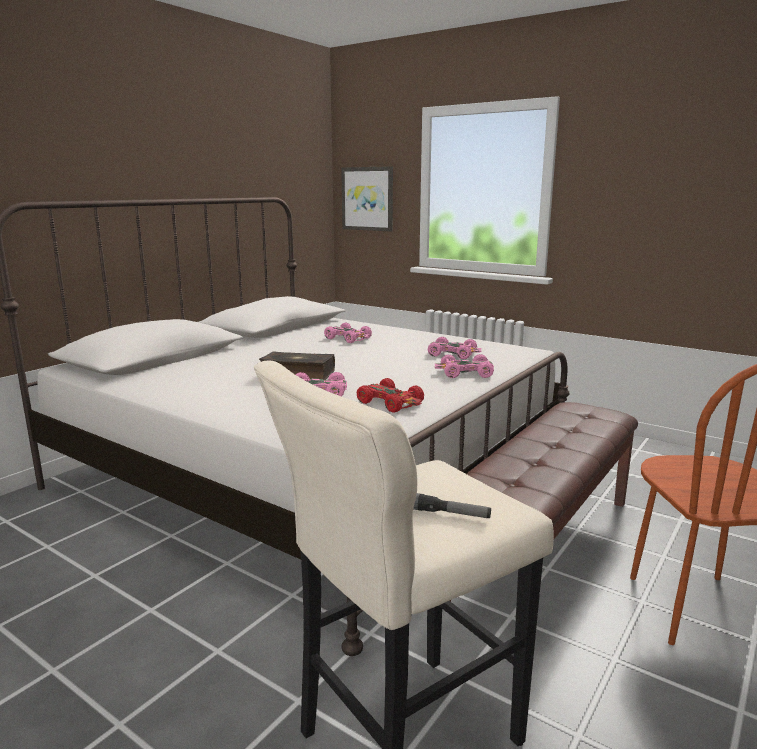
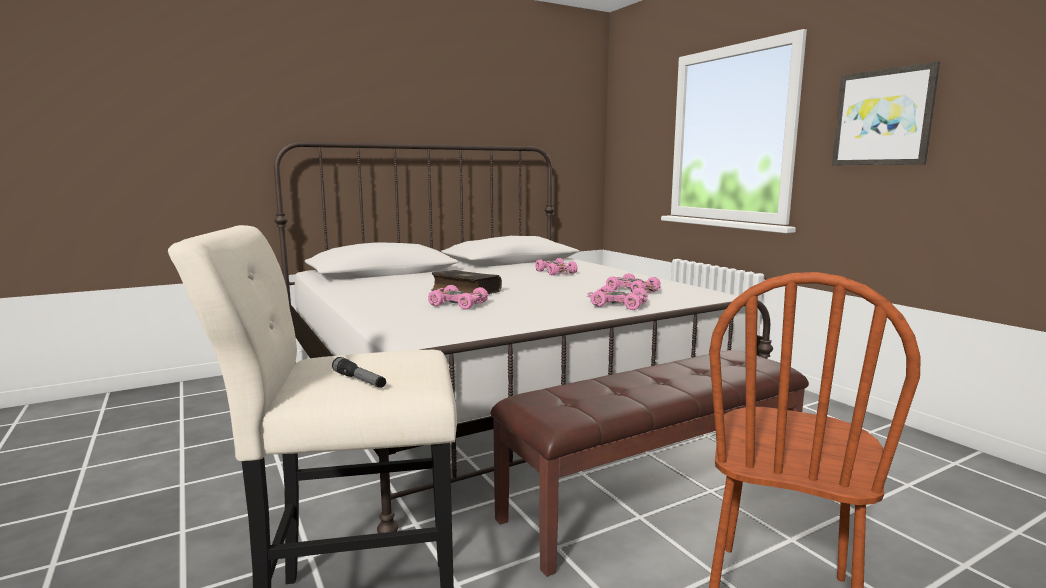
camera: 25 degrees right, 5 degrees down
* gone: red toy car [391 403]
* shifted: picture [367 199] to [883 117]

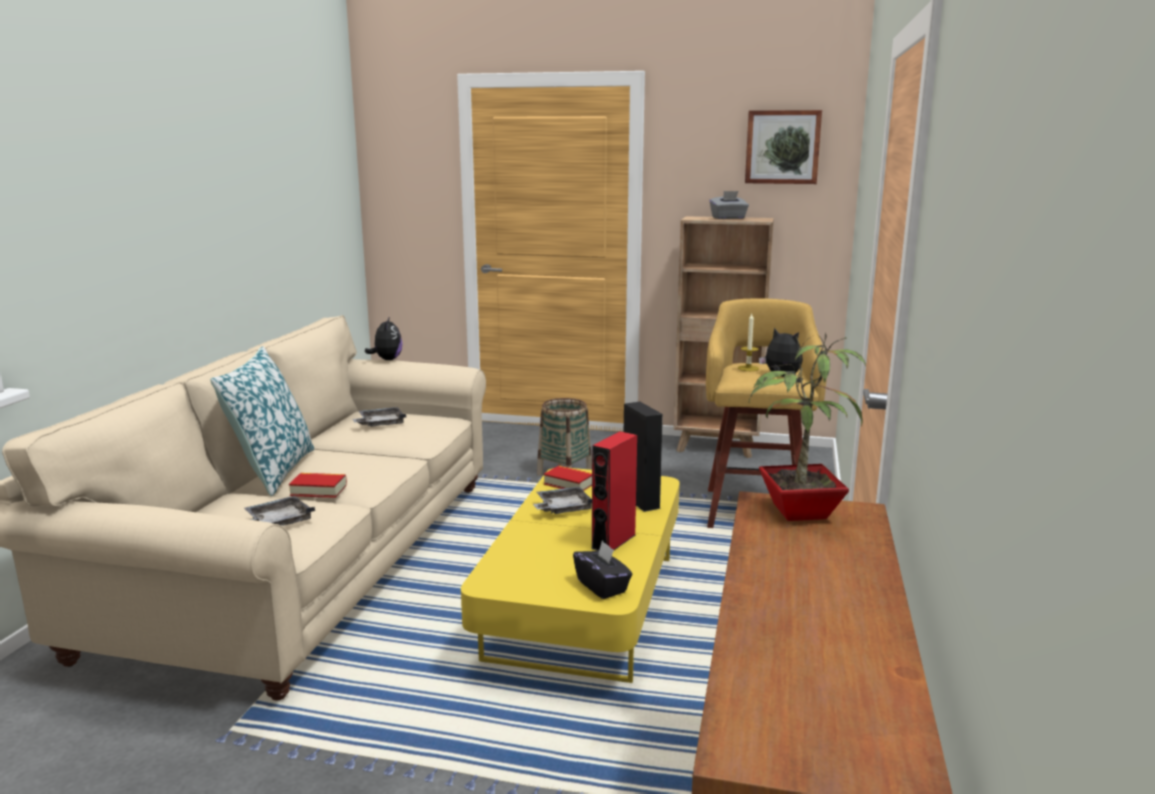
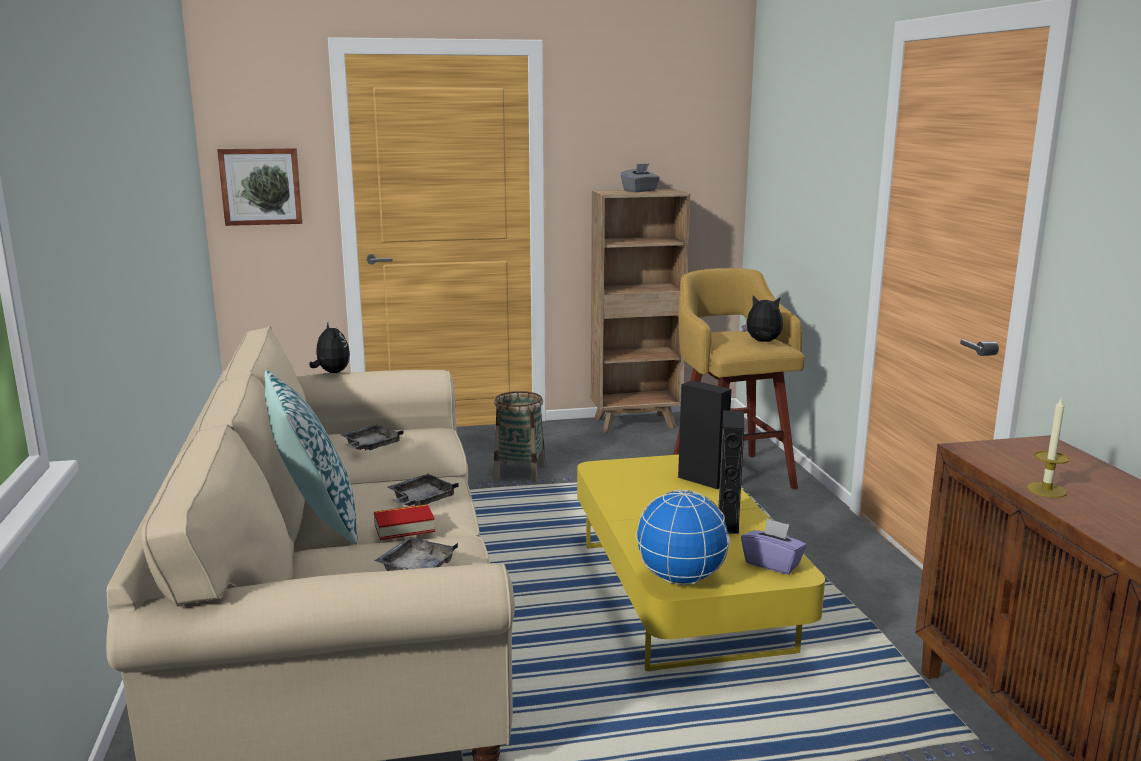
camera: 25 degrees left, 0 degrees up
* gone: book [569 484]
* gone: potted plant [795 512]
* new: globe [680 579]
* shifted: grey tray [563 508] to [421 500]
* shifted: candle [748 368] to [1046 490]
* shifted: picture [782 147] to [261 186]
* repainted: black tissue box [602 586] to purple tissue box [772 564]
* repainted: red speaker [613 541] to black speaker [728 521]

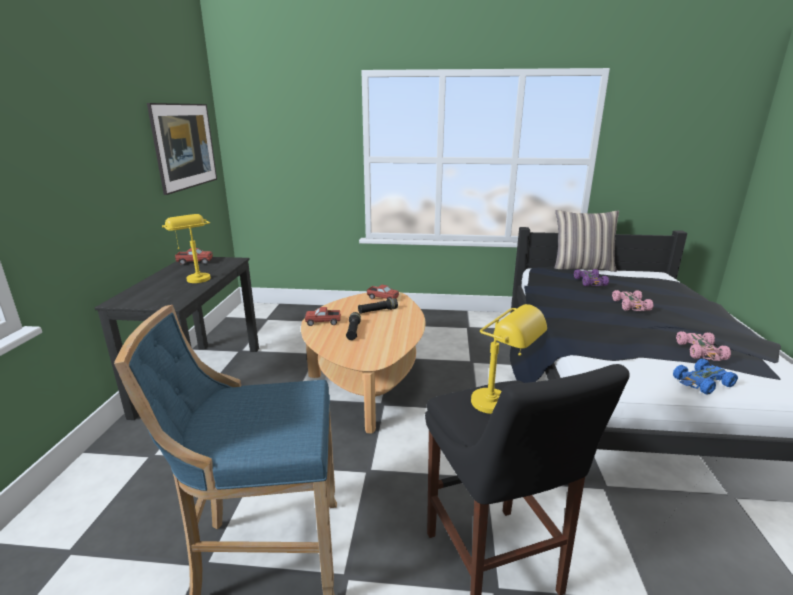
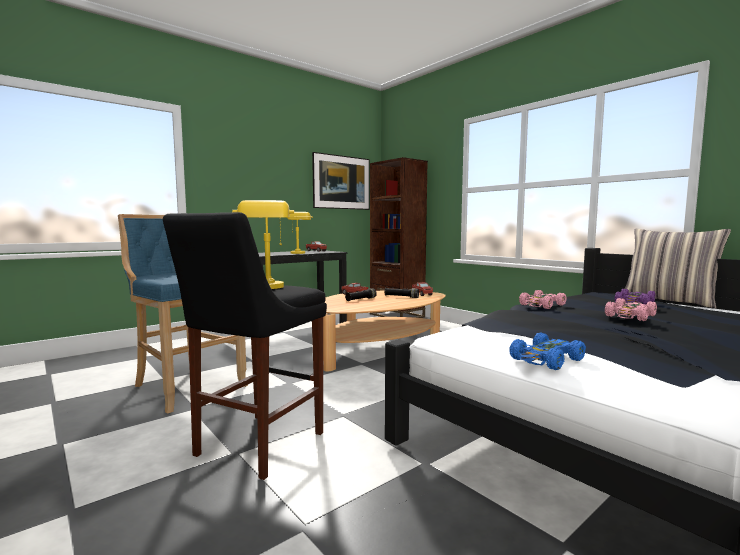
camera: 45 degrees right, 15 degrees down
* new: brown bookcase [396 315]
* shifted: pink toy car [701 351] to [542 305]
* rotated: blue toy car [702 382] = [546 360] 60 degrees counterclockwise

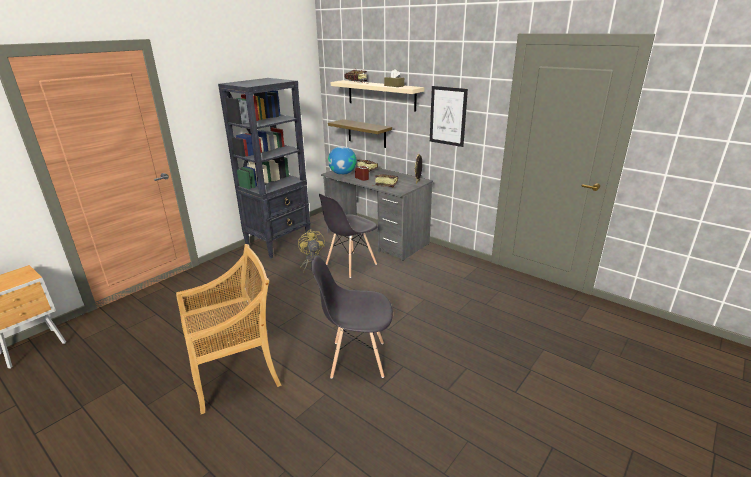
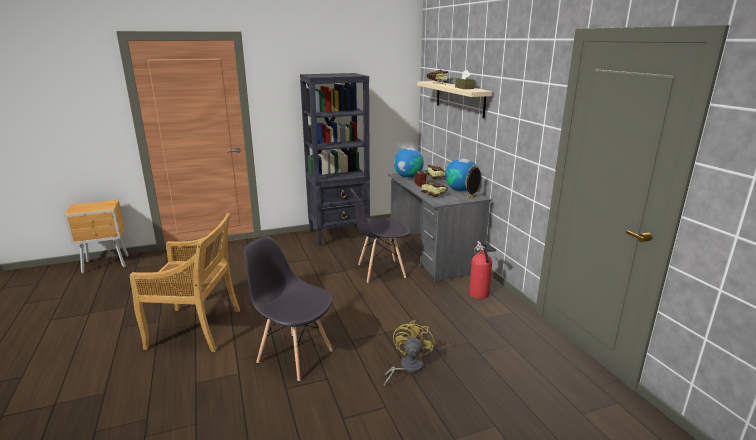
camera: 30 degrees right, 5 degrees down
* gone: shelf [366 133]
* gone: picture [448 116]
* new: globe [461 190]
* new: fire extinguisher [479 295]
* shifted: yellow fan [311 261] to [407 368]

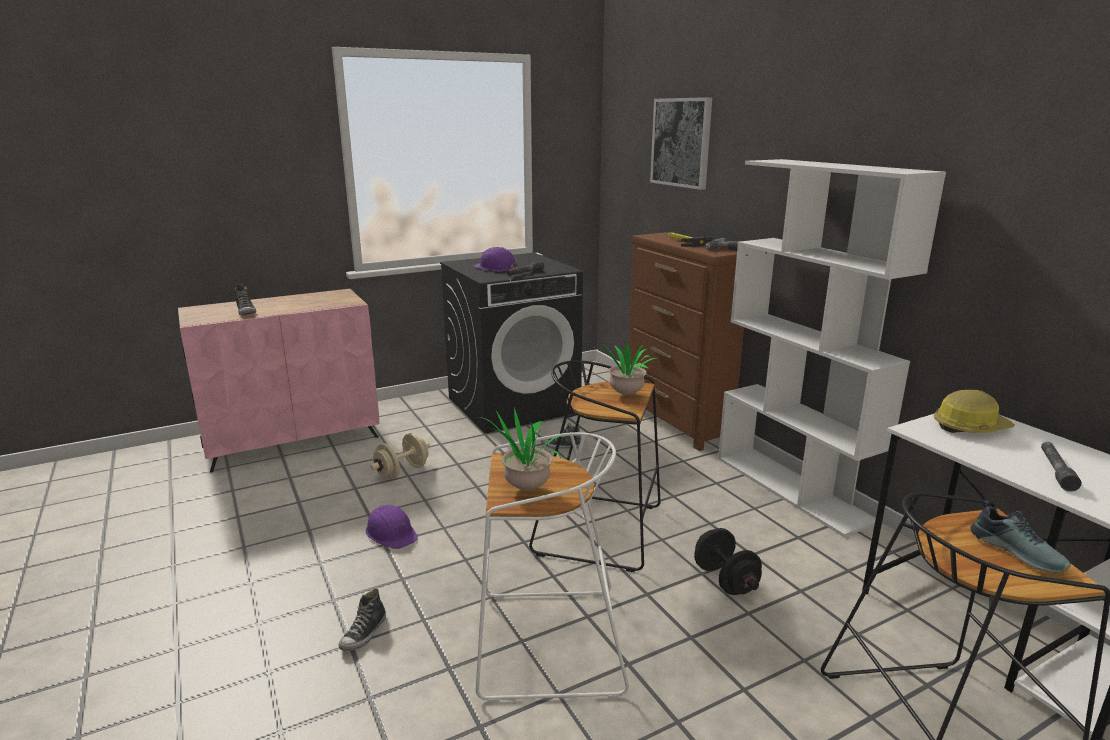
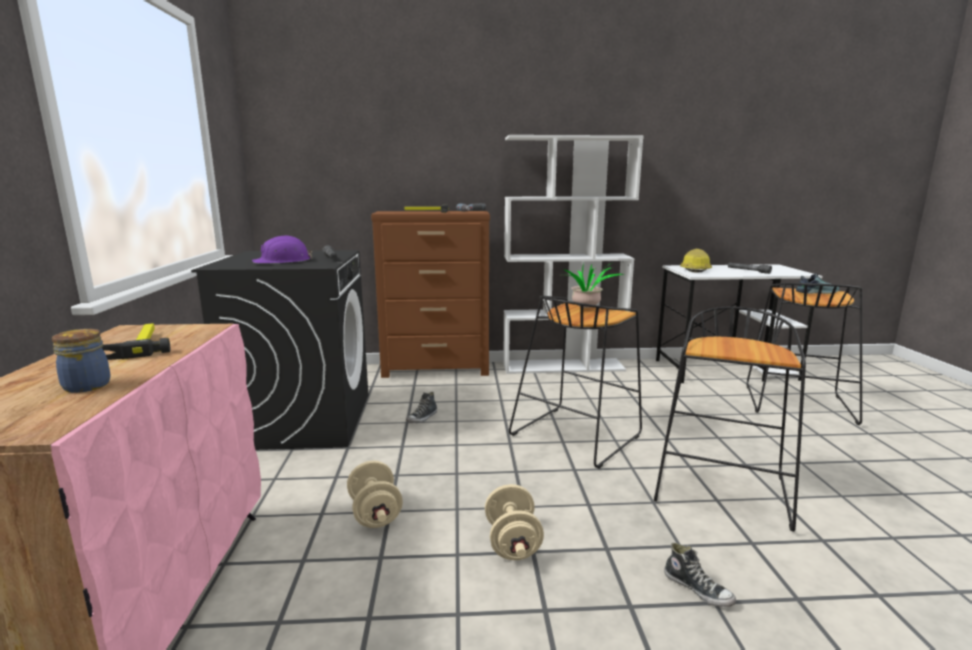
camera: 65 degrees left, 5 degrees down
* gone: potted plant [523 488]
* gone: picture [681 142]
* gone: black dumbbell [725 580]
* new: hammer [140 345]
* swapped: shoe [246 312] to jar [88 385]
* swapped: purple hard hat [391 533] to beige dumbbell [512 543]
* repainted: white stool [546 644] to black stool [722 490]

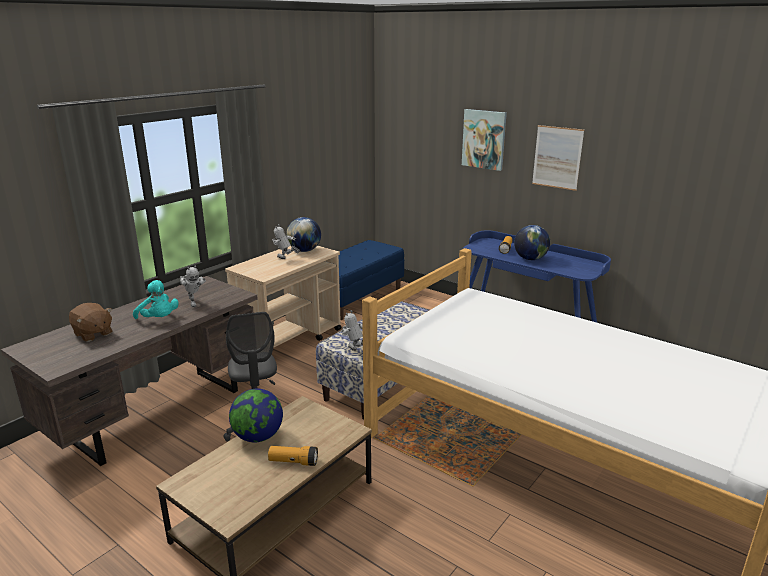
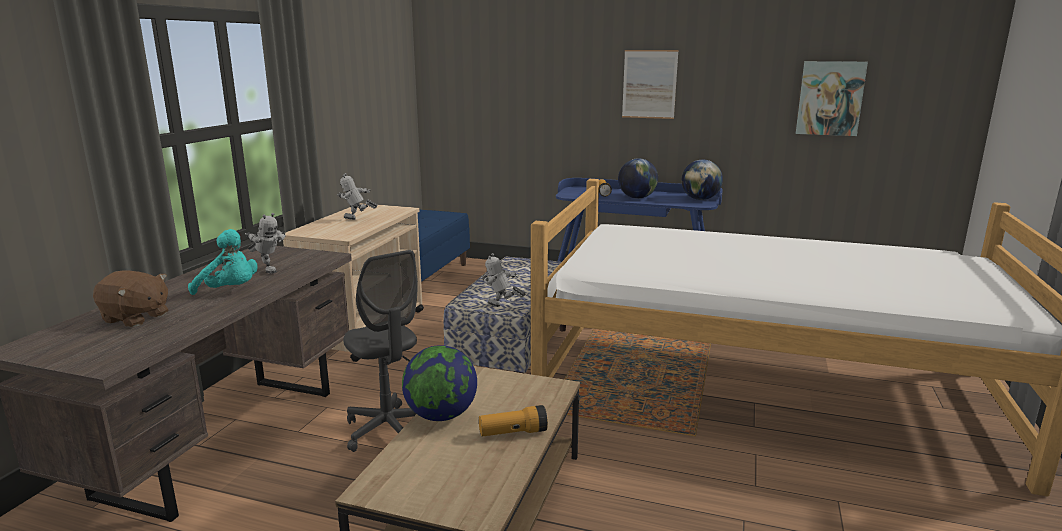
camera: 20 degrees left, 5 degrees down
* shifted: globe [304 250] to [700 199]
* shifted: picture [484 139] to [830 98]

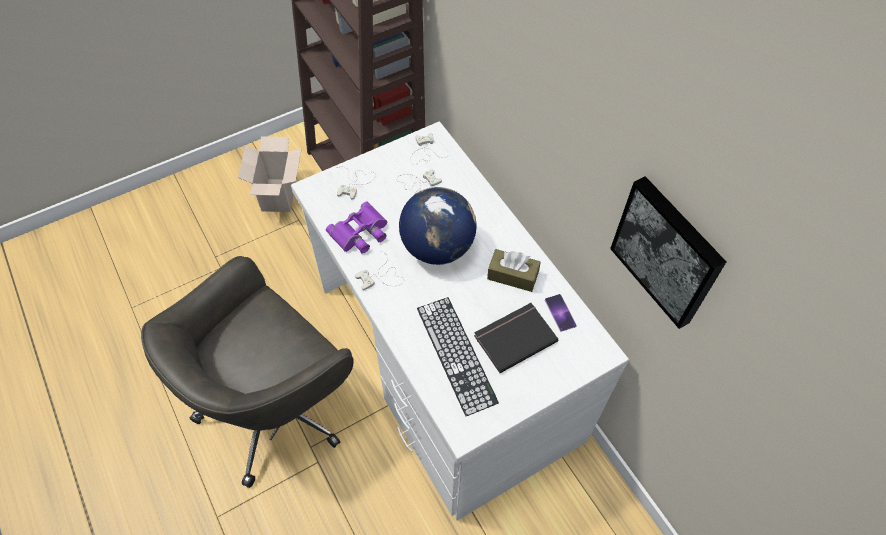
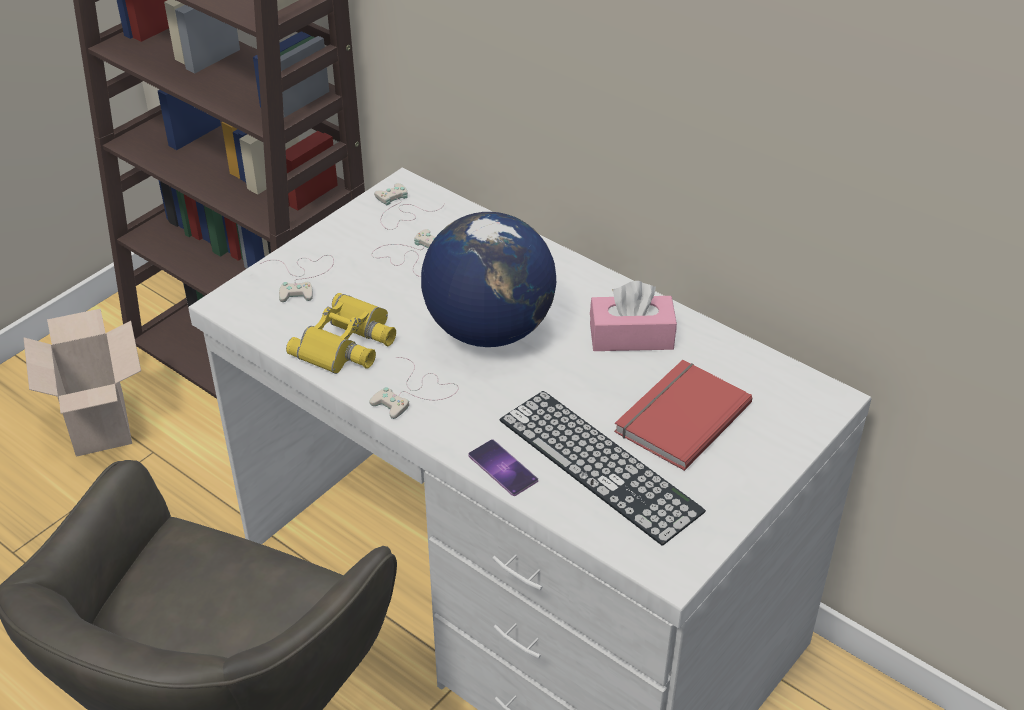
camera: 20 degrees left, 15 degrees down
* gone: picture [668 251]
* shifted: phone [560 312] to [502 468]
* repainted: purple binoculars [360 233] to yellow binoculars [348 343]
* repainted: black book [513 337] to red book [679 416]
* repainted: brown tissue box [512 275] to pink tissue box [631 336]

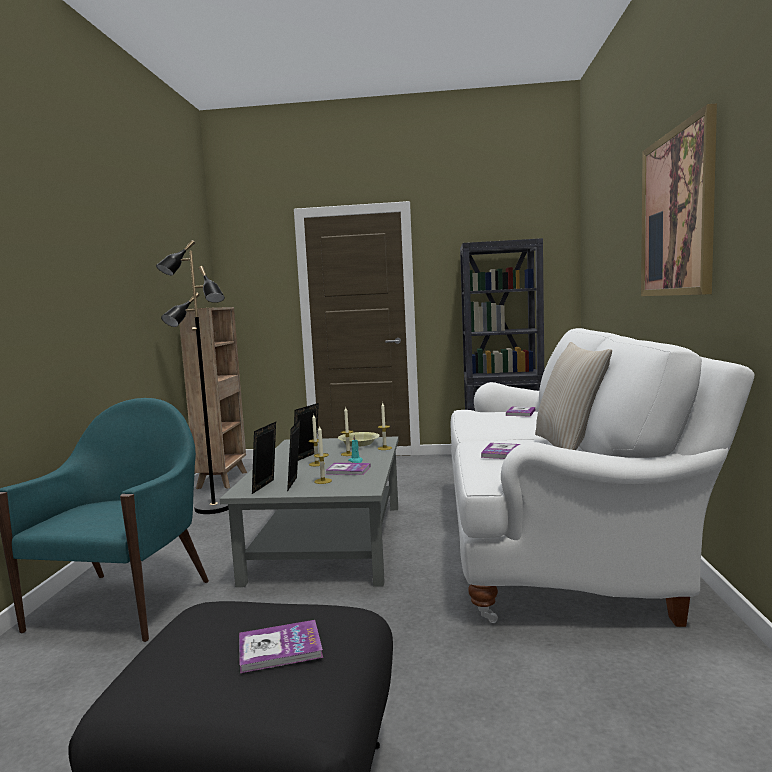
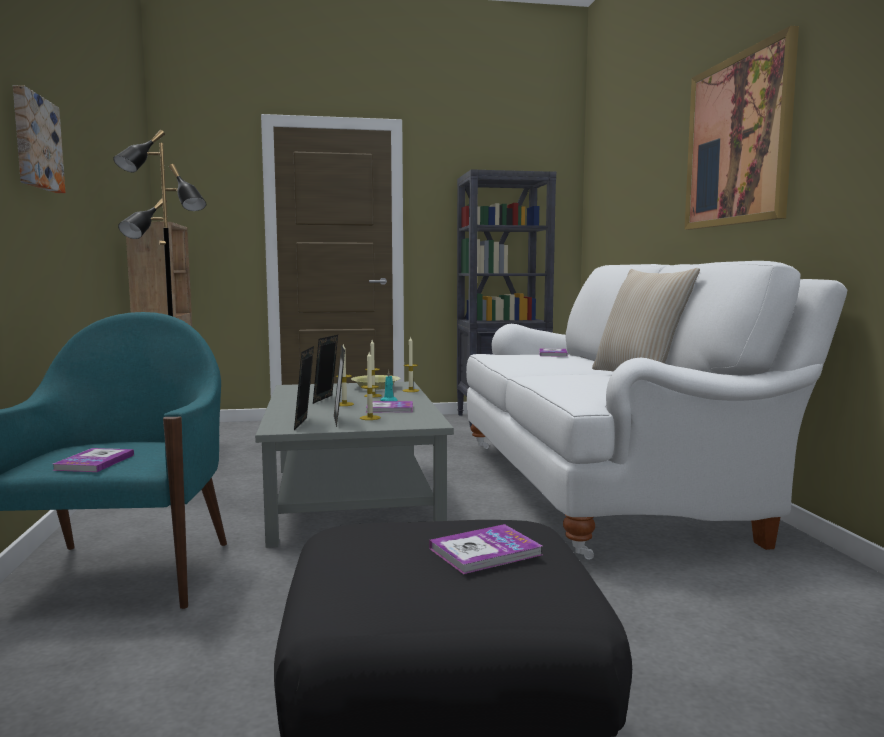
camera: 15 degrees left, 0 degrees up
* new: picture [34 142]
* shifted: book [501 452] to [94 462]

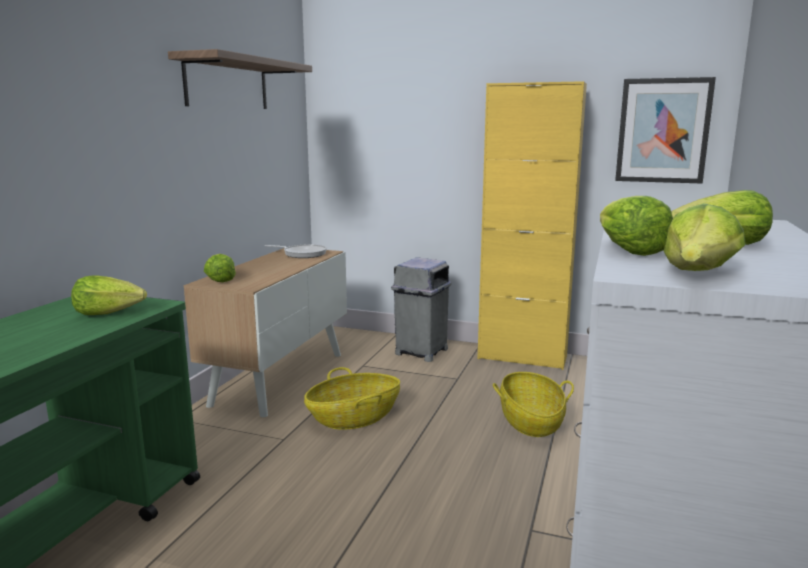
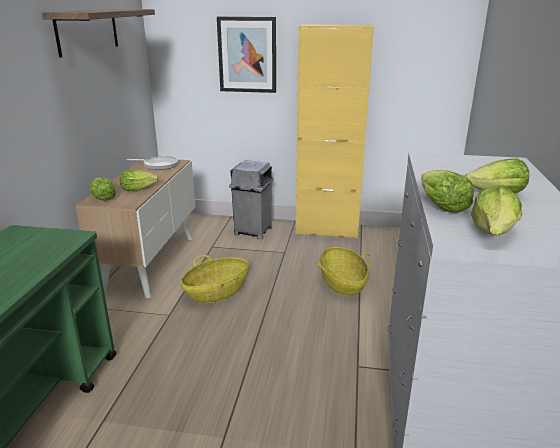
camera: 10 degrees left, 10 degrees up
* shifted: lettuce [109 313] to [138 189]
* shifted: picture [663 131] to [247 55]

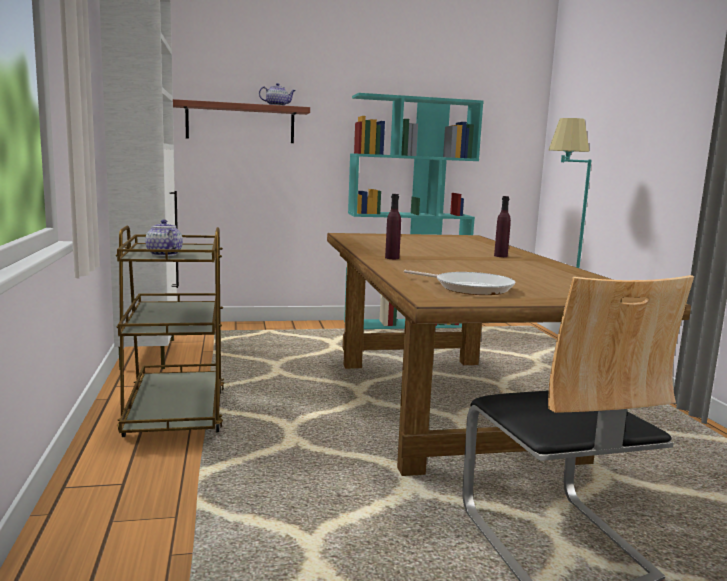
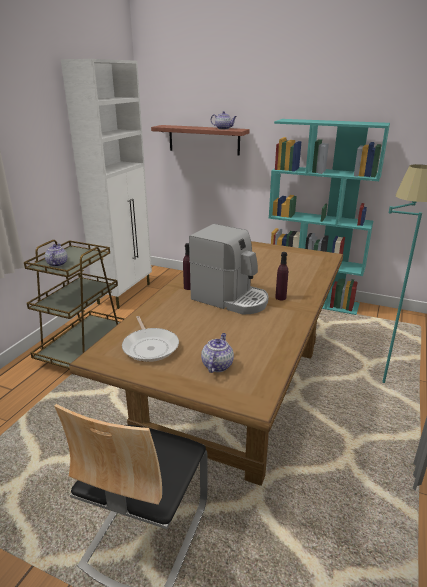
camera: 35 degrees right, 15 degrees up
* new: coffee machine [230 299]
* new: teapot [217 365]

